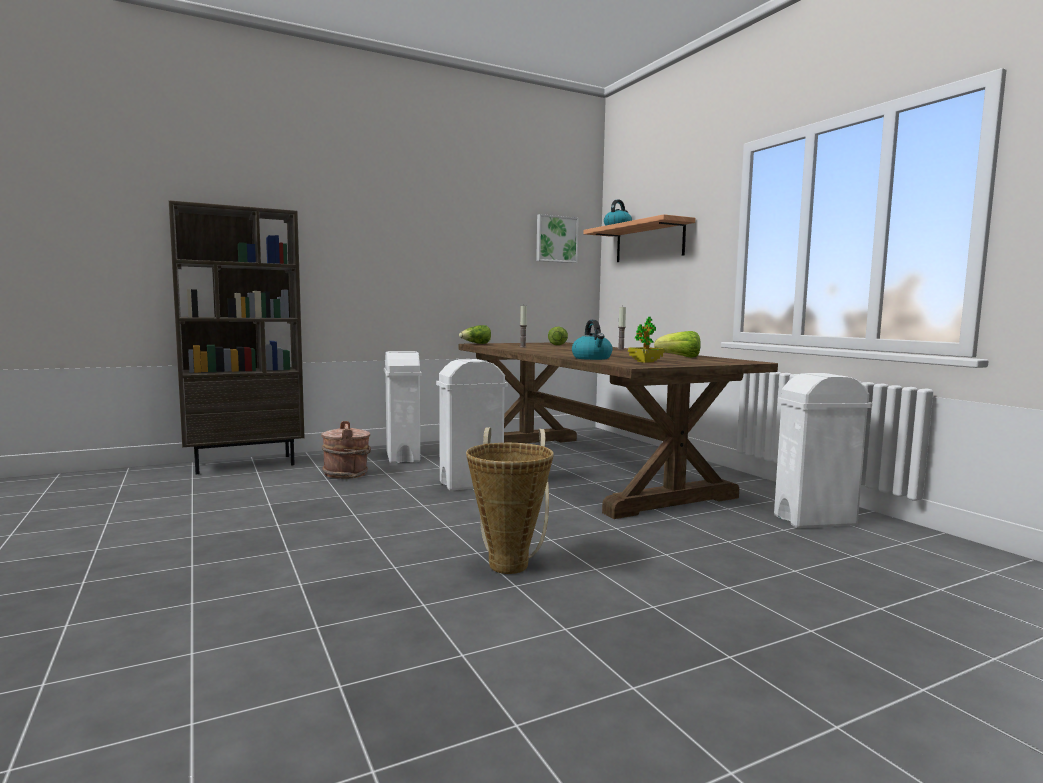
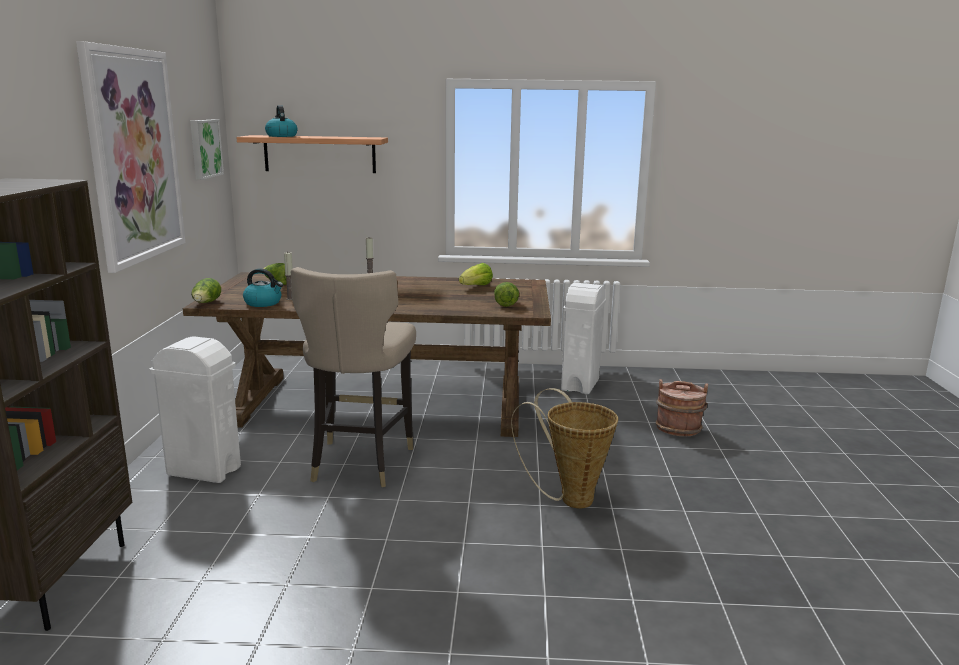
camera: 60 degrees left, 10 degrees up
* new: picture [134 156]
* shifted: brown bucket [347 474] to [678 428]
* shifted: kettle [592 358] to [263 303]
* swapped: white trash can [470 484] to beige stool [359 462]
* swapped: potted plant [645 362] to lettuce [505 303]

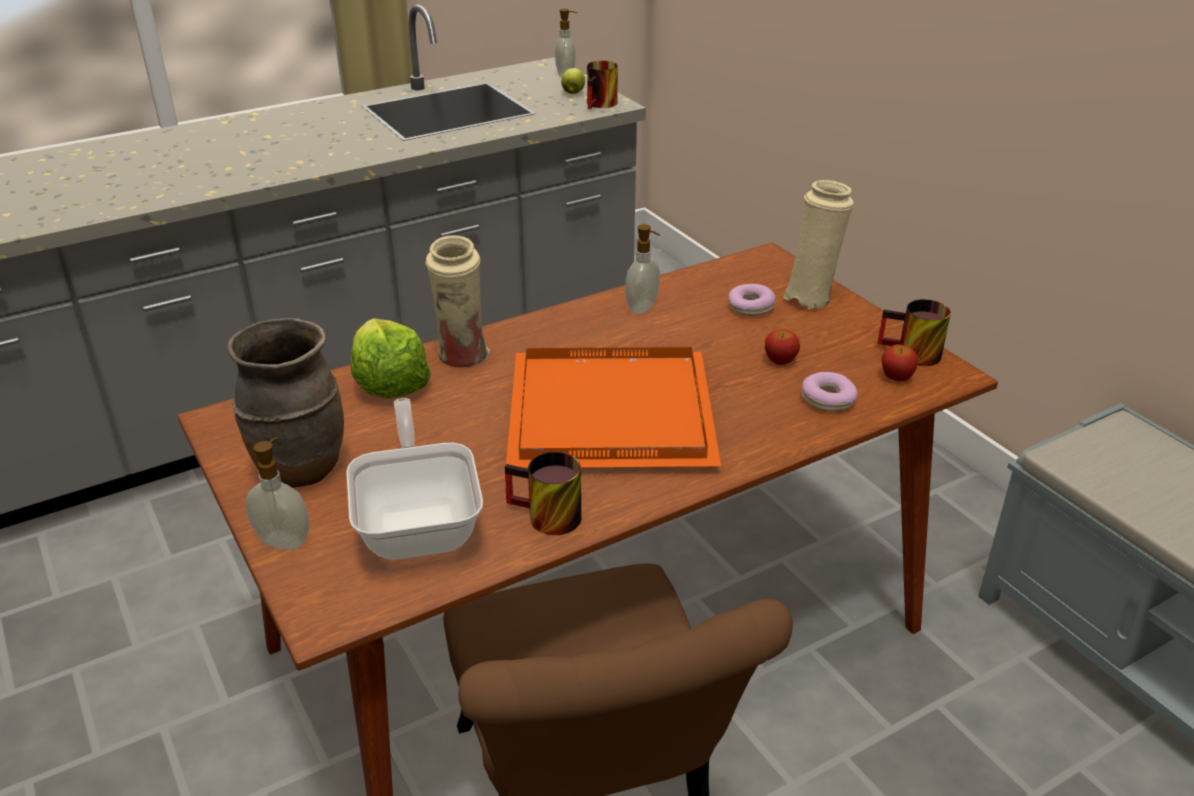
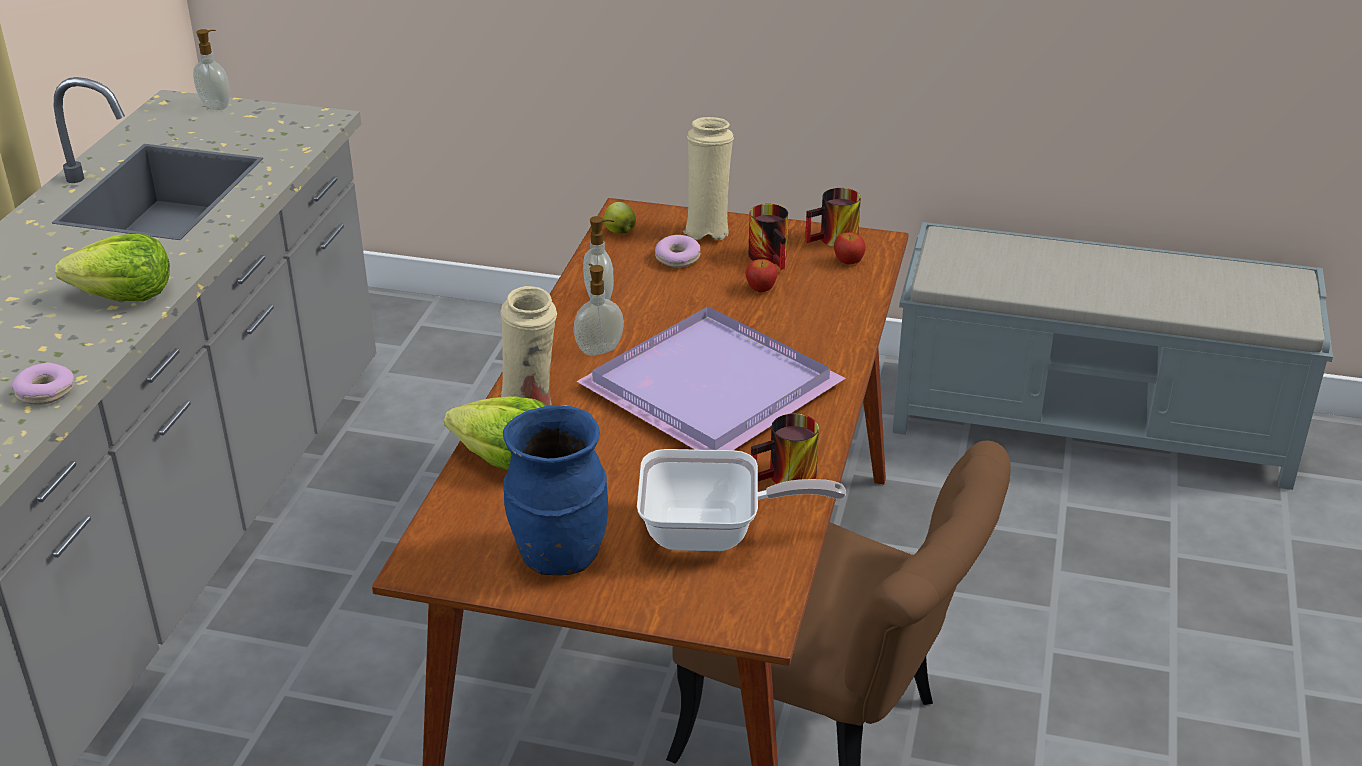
camera: 45 degrees left, 0 degrees up
* new: lettuce [125 296]
* shifted: soap dispenser [284 540] to [598 349]
* shifted: apple [573 93] to [619 231]
* shifted: mug [602 105] to [773 257]
* shifted: donut [828 399] to [46 392]
* repainted: brown vase [299 468] to blue vase [558 556]
* repainted: orange tray [614 411] to purple tray [710 384]
* rotated: frying pan [419 524] = [714 533] 150 degrees clockwise

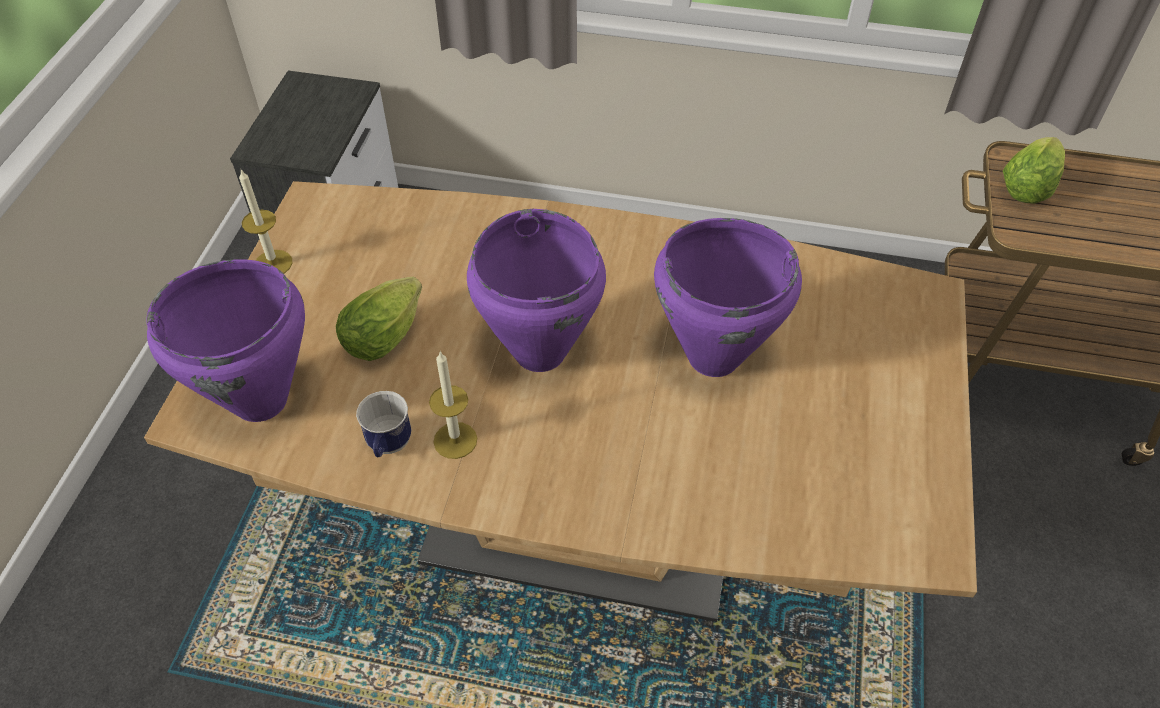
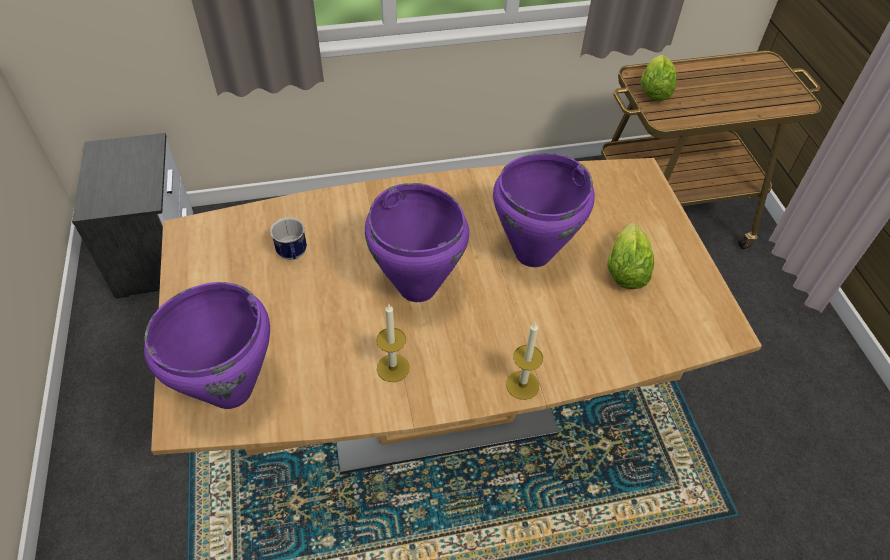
camera: 25 degrees left, 0 degrees up
* shifted: candle [273 263] to [522 385]
* shifted: lettuce [388 333] to [626 267]
* shifted: mug [388 446] to [293 256]

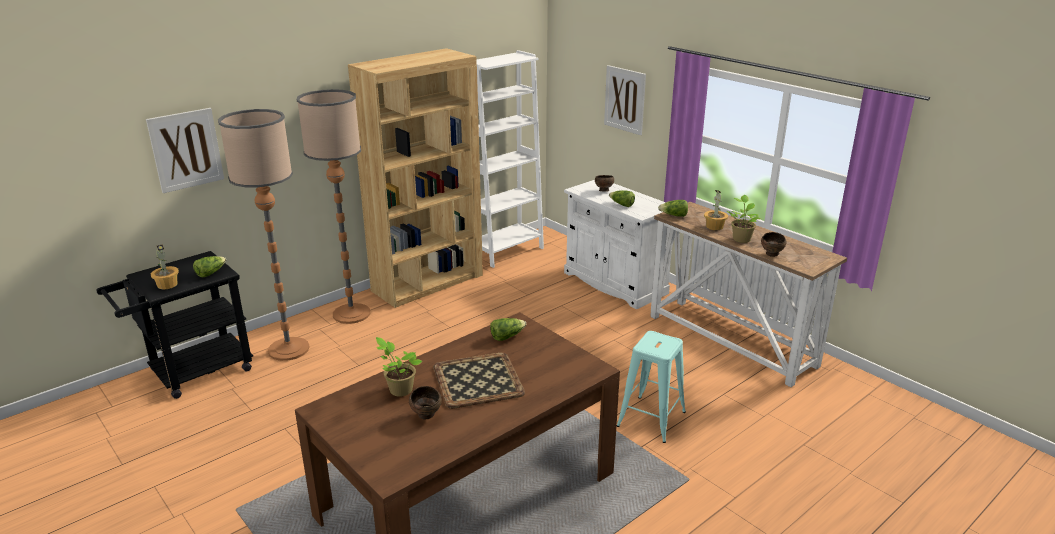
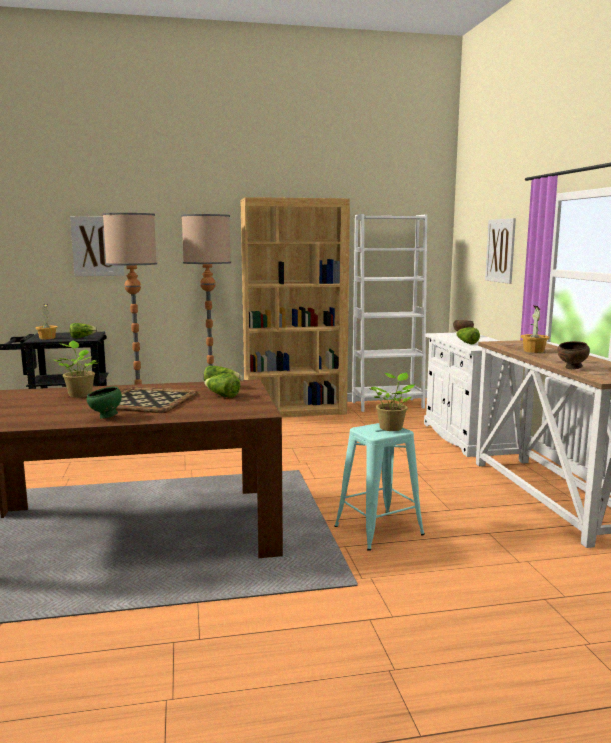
camera: 30 degrees right, 15 degrees down
* gone: brown bowl [427 416]
* new: green bowl [106 417]
* shifted: lettuce [674 215] to [222 396]
* shifted: potted plant [741 238] to [391 427]

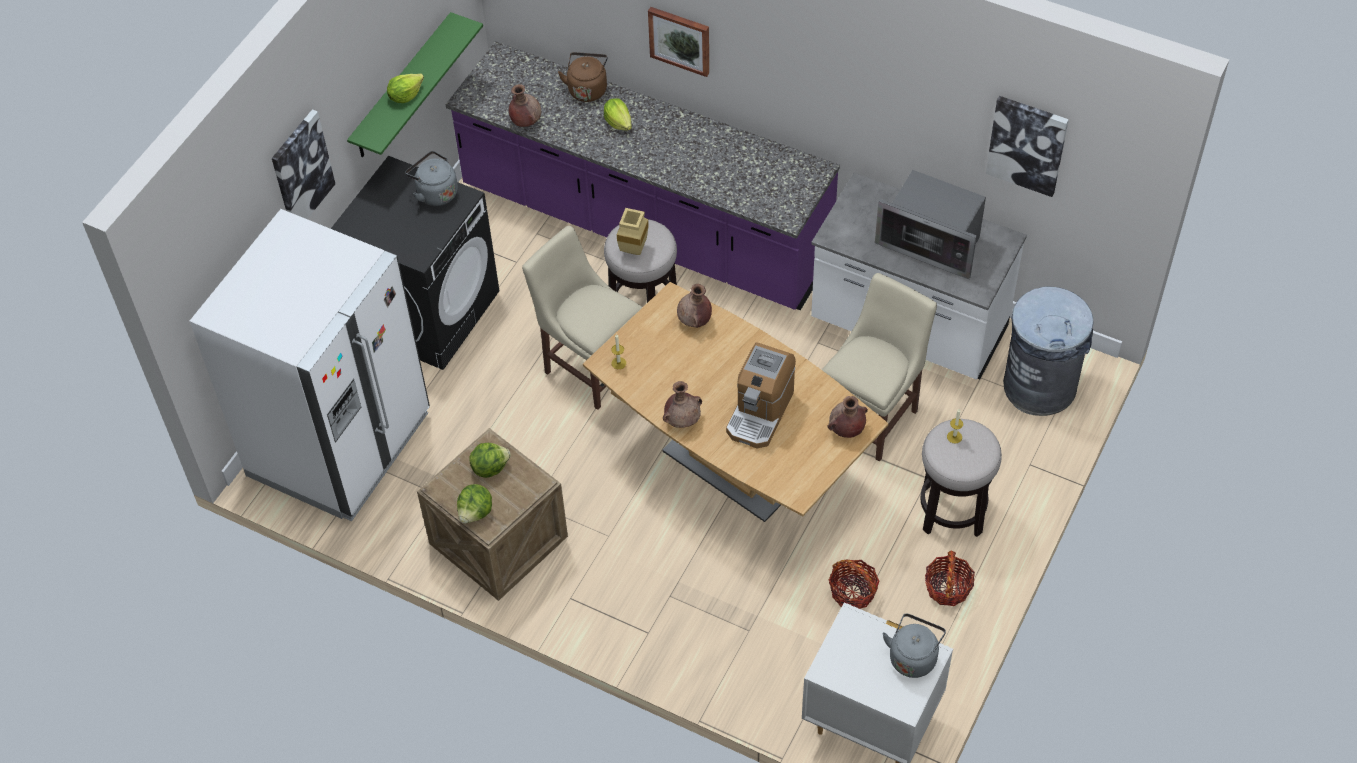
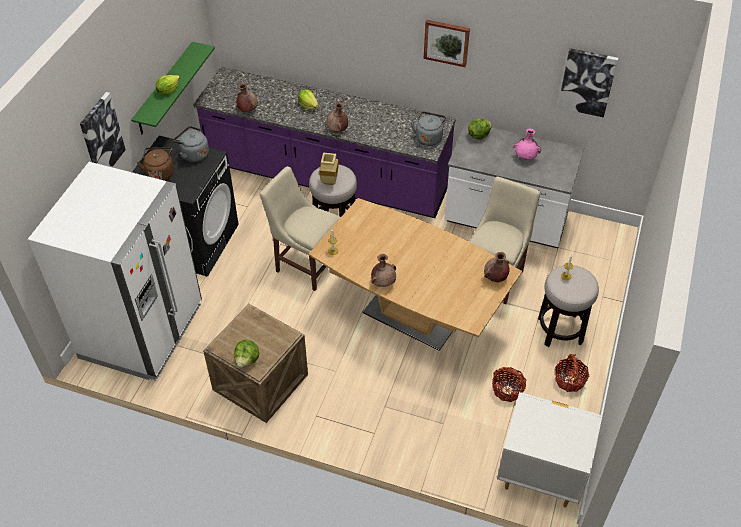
camera: 10 degrees left, 5 degrees down
* gone: coffee machine [760 412]
* gone: grey trash can [1040 385]
* shifted: lettuce [490 467] to [478 135]
* shifted: brown kettle [587 88] to [160 173]
* shifted: picture [680 40] to [446 42]
* shifted: brown vase [694 321] to [337 130]
* shifted: grey kettle [913 656] to [429 137]
* swapped: microwave [932 243] to pink vase [525 157]

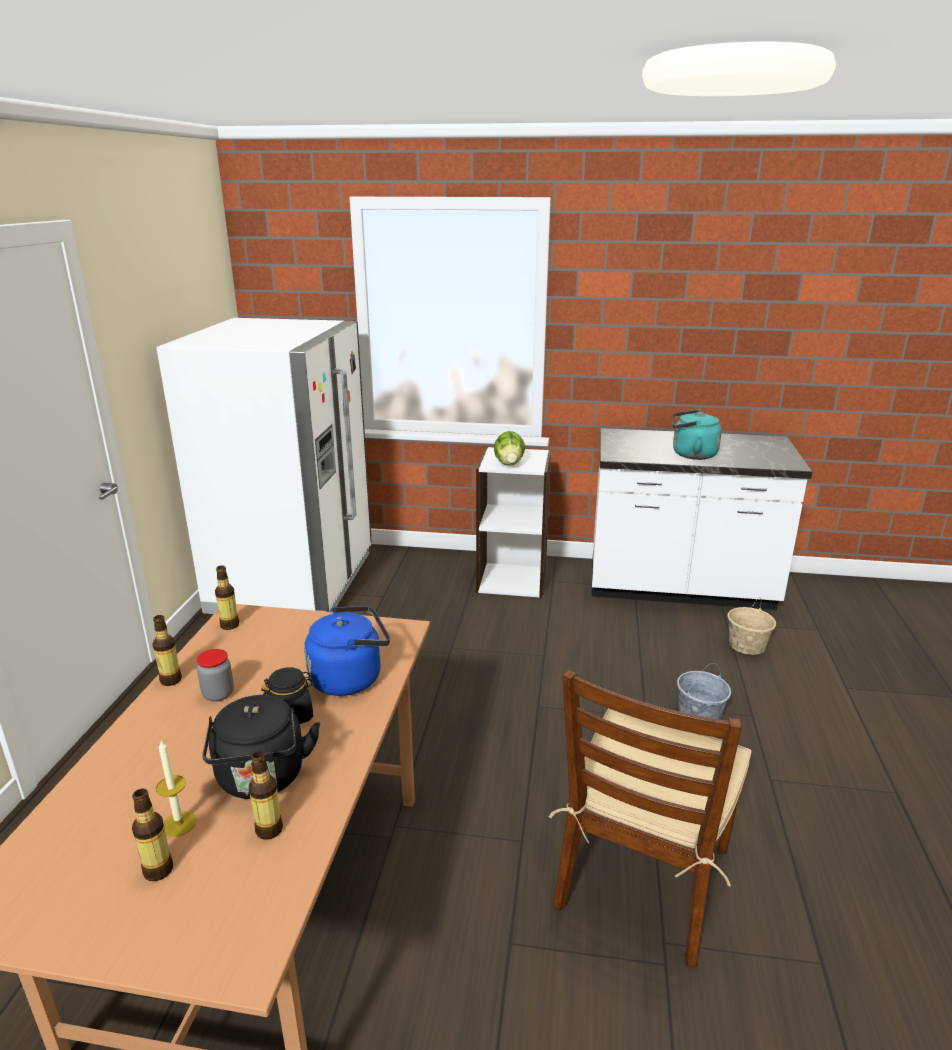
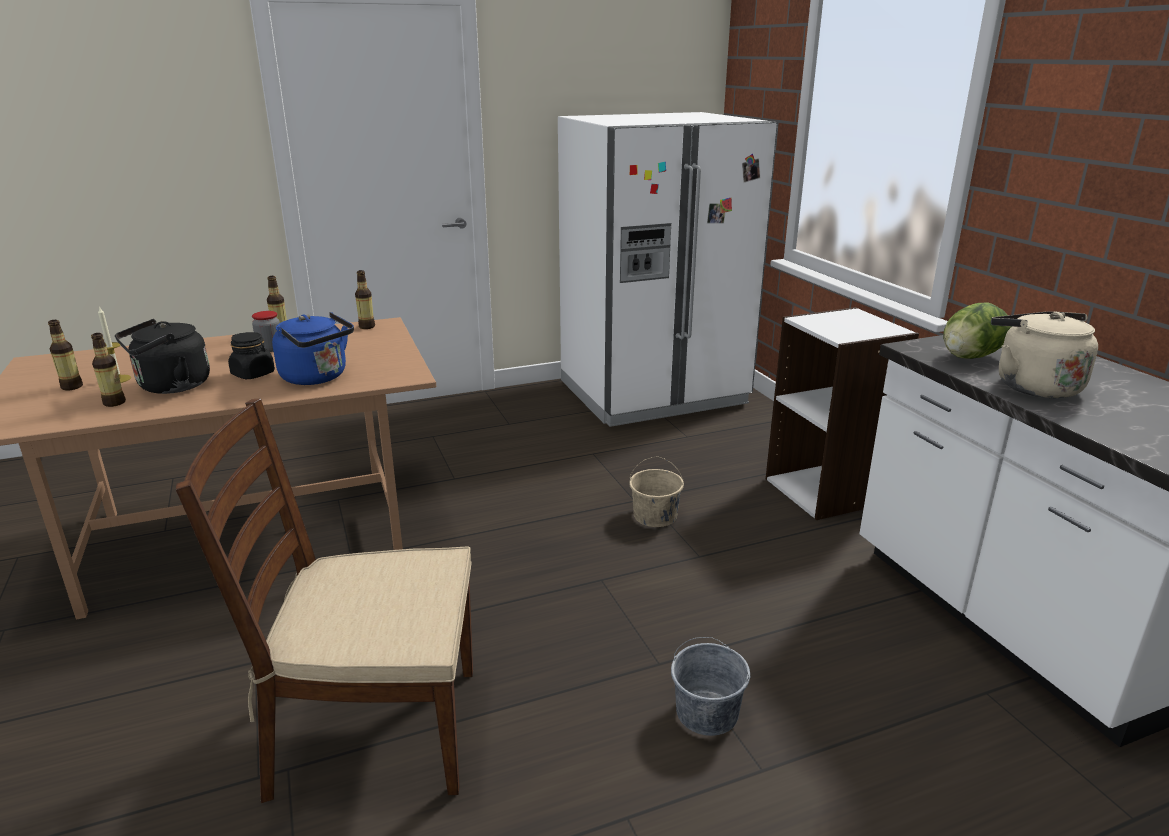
camera: 60 degrees right, 0 degrees up
* shifted: lettuce [509 464] to [970 357]
* shifted: beige bucket [747 645] to [655 516]
* repainted: turquoise kettle [691 455] to beige kettle [1032 386]

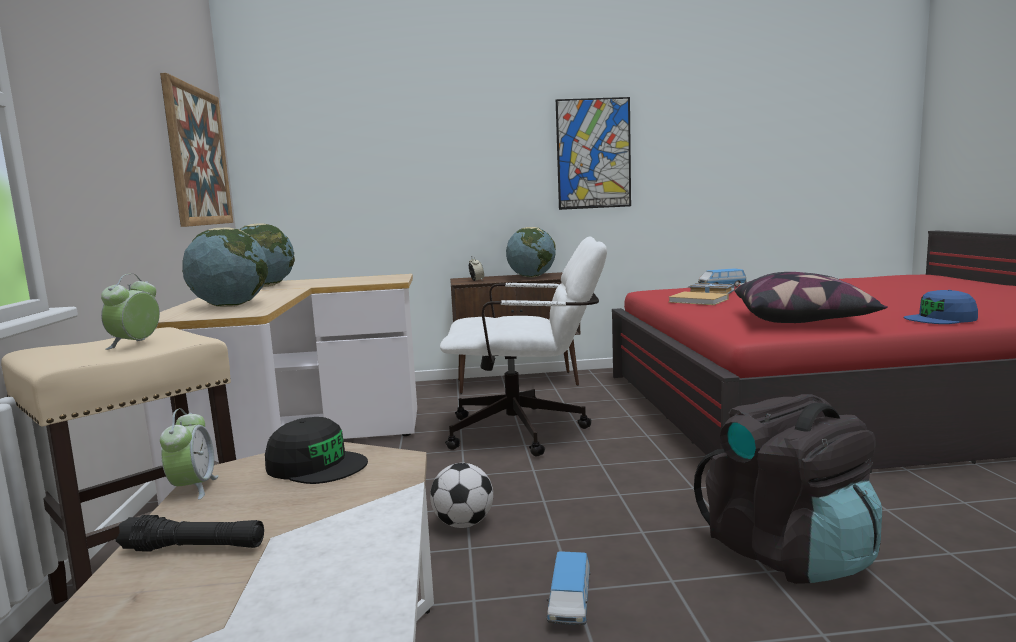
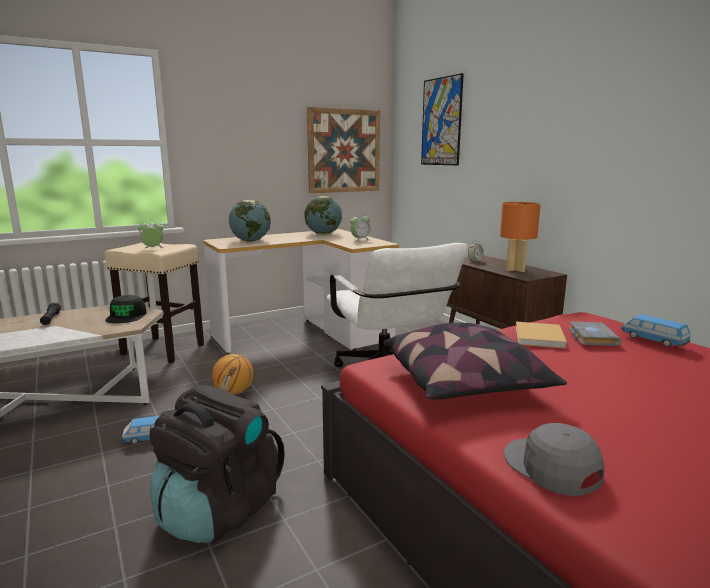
camera: 65 degrees right, 5 degrees up
* shifted: alarm clock [193 488] to [360 240]
* shifted: picture [593 154] to [441 122]
* swapped: football [463 524] to basketball [234 392]
* swapped: globe [531 276] to orange table lamp [515 269]
* repainted: blue cap [941 319] to grey cap [552 467]

